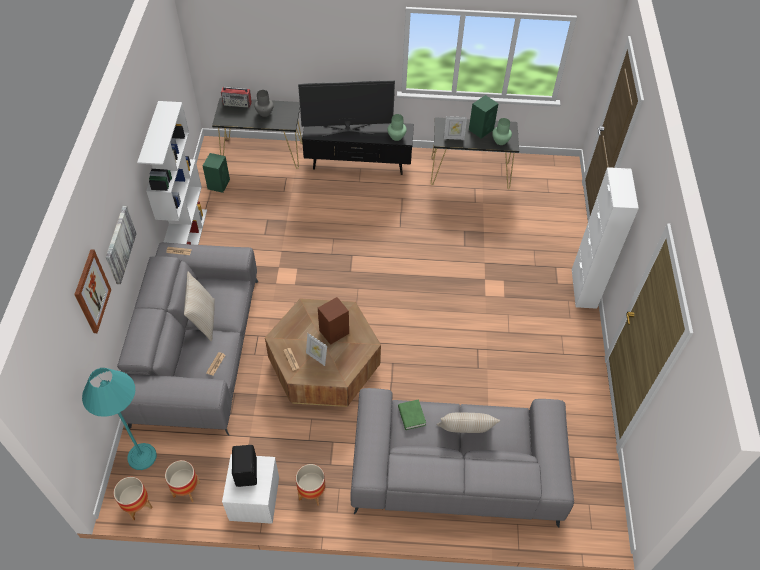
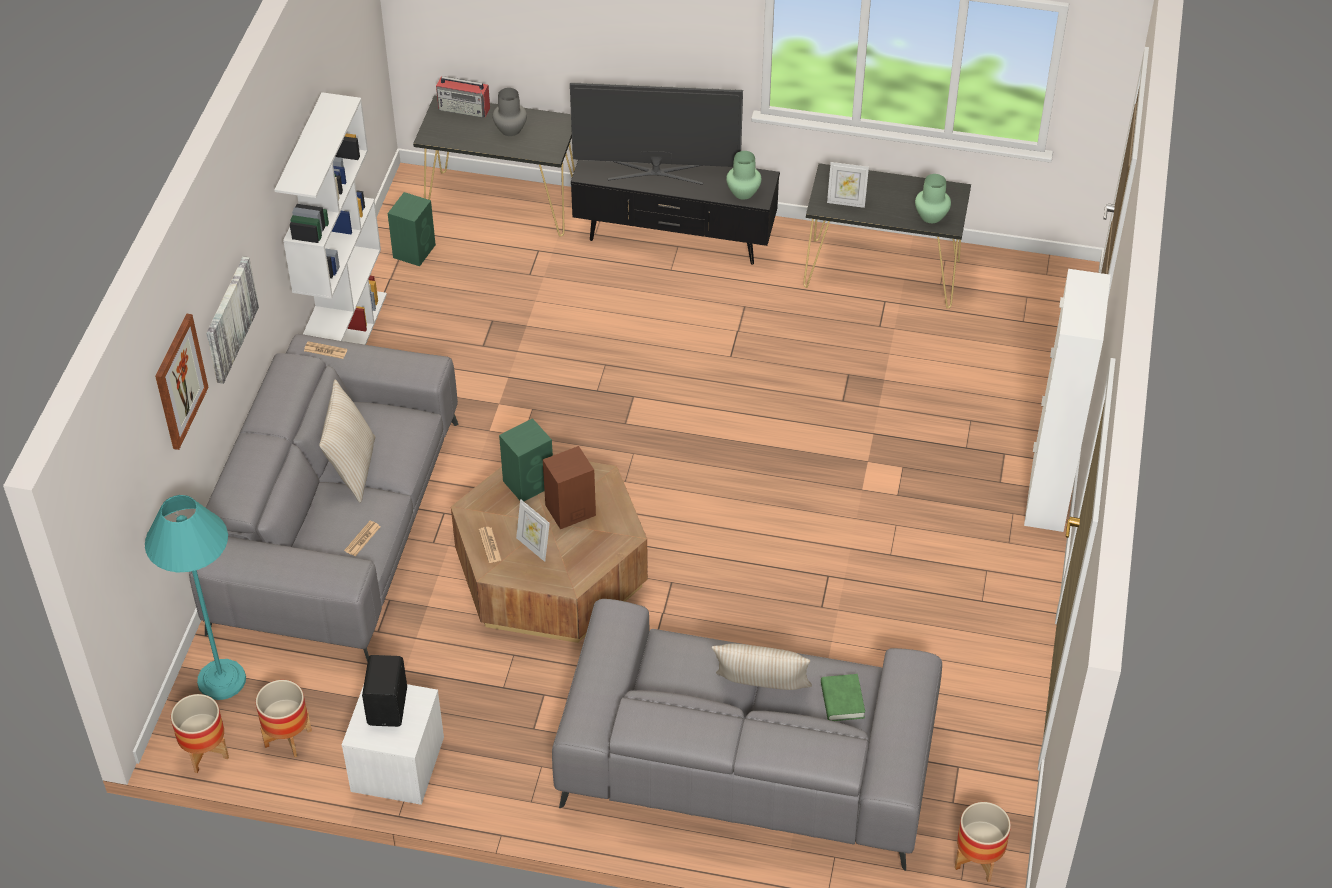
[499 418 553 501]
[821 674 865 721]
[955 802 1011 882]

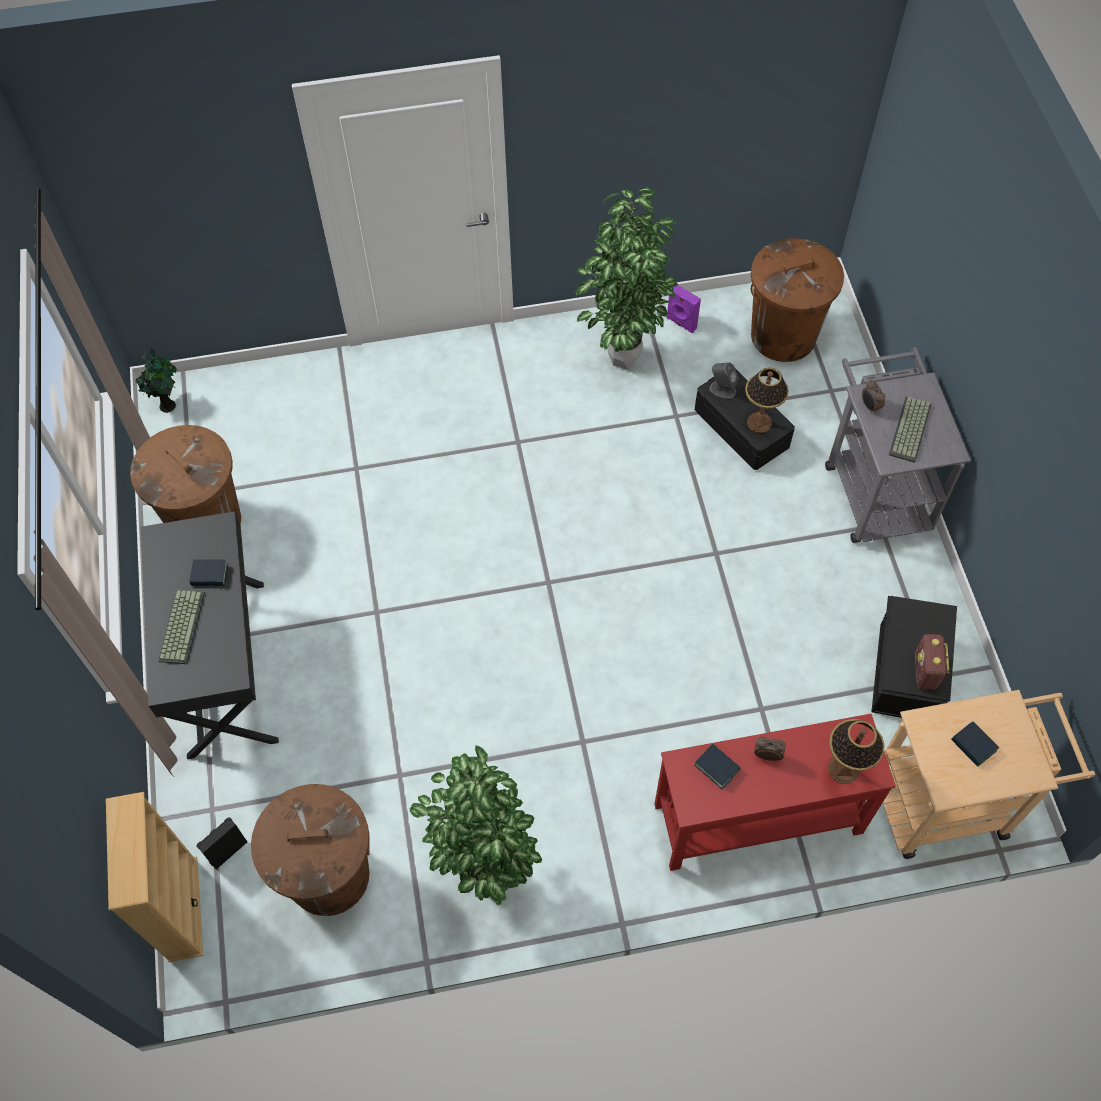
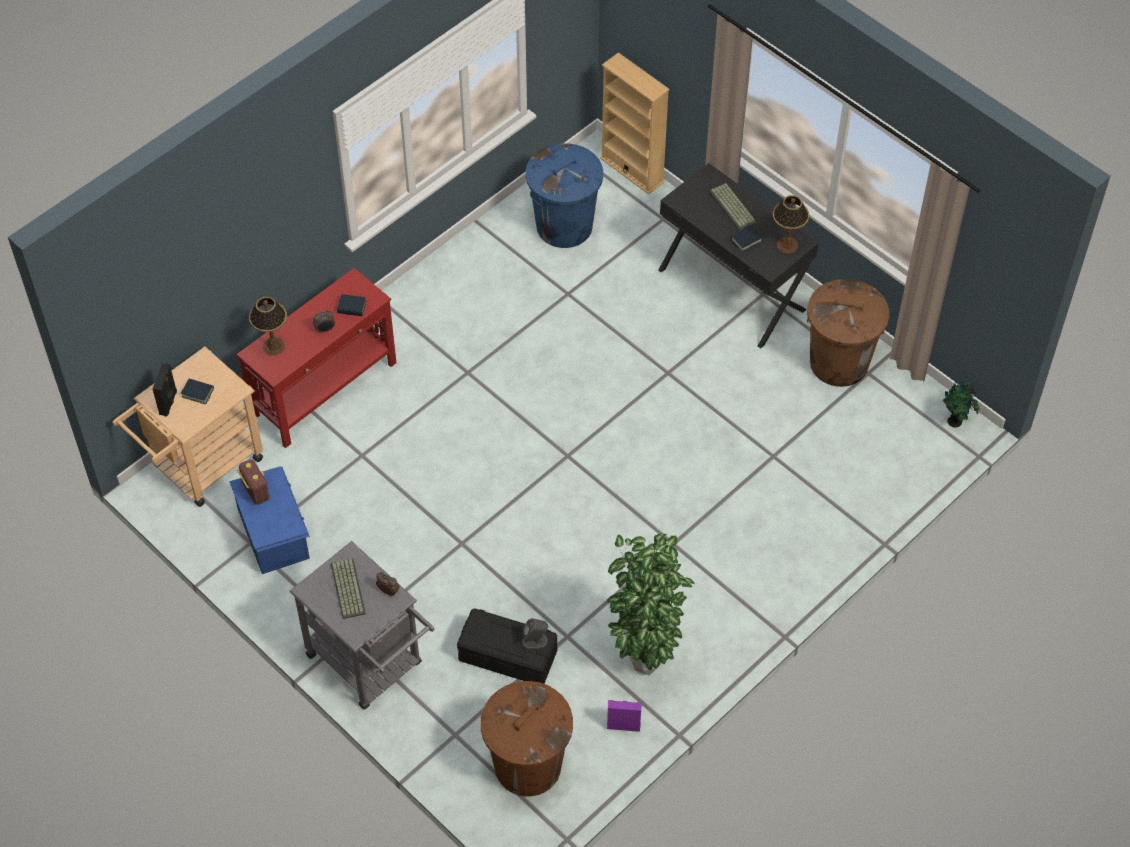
[773 195 809 254]
[230 466 310 574]
[410 745 542 905] (first image)
[526 143 603 248]
[153 363 177 417]

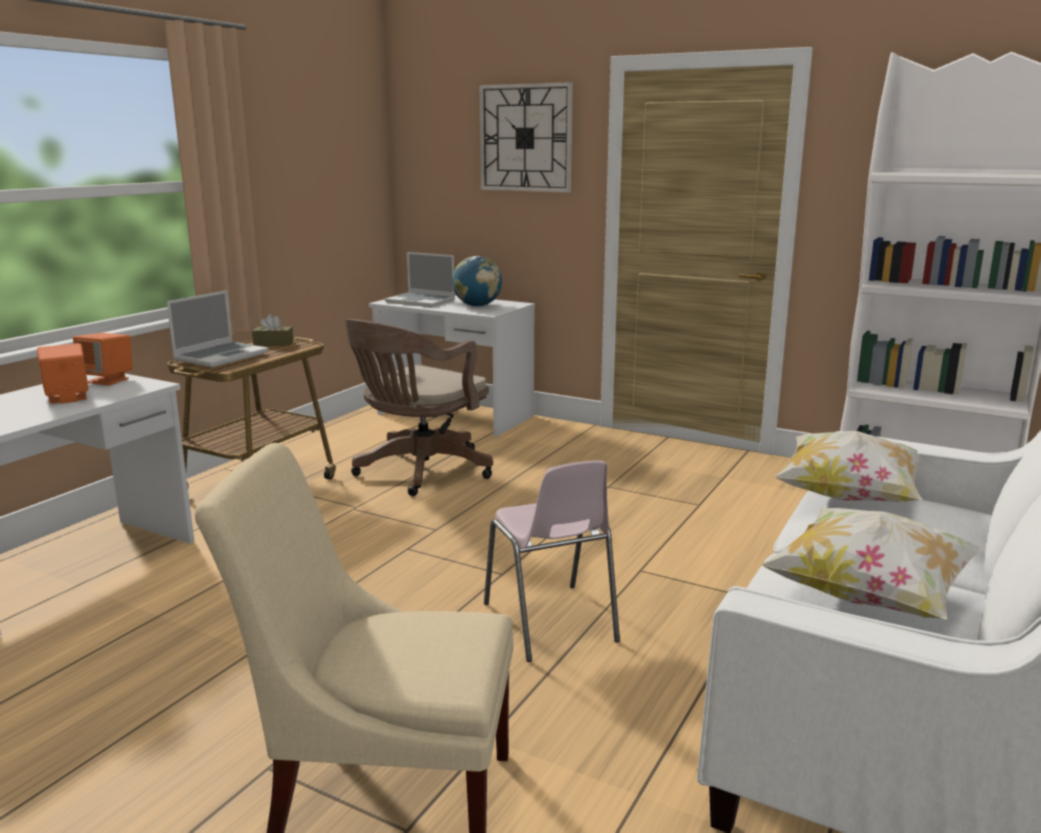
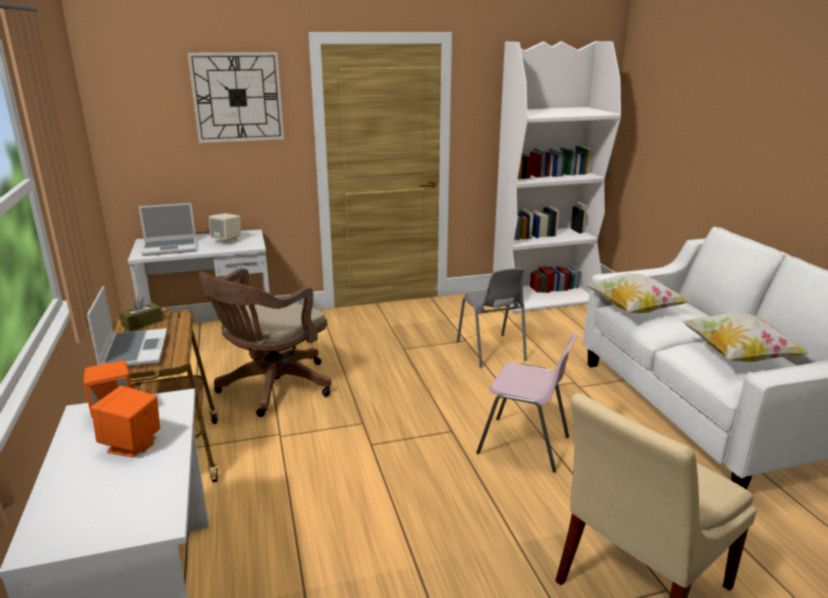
[209 213 241 245]
[199 268 331 417]
[457 268 527 367]

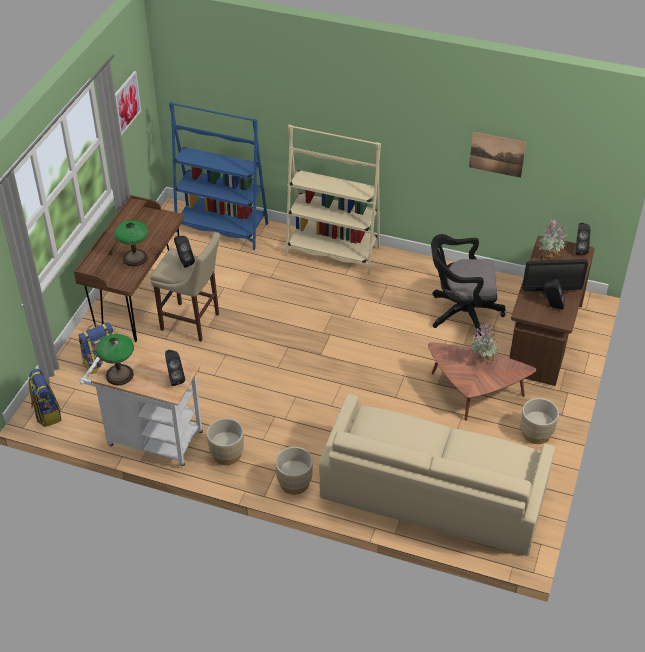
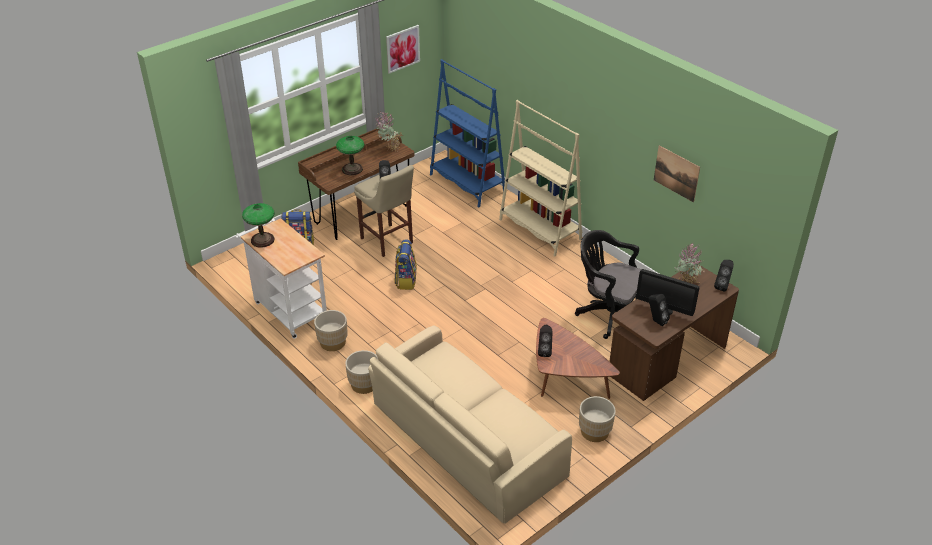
[375 113 403 151]
[538 324 553 357]
[395 239 417 290]

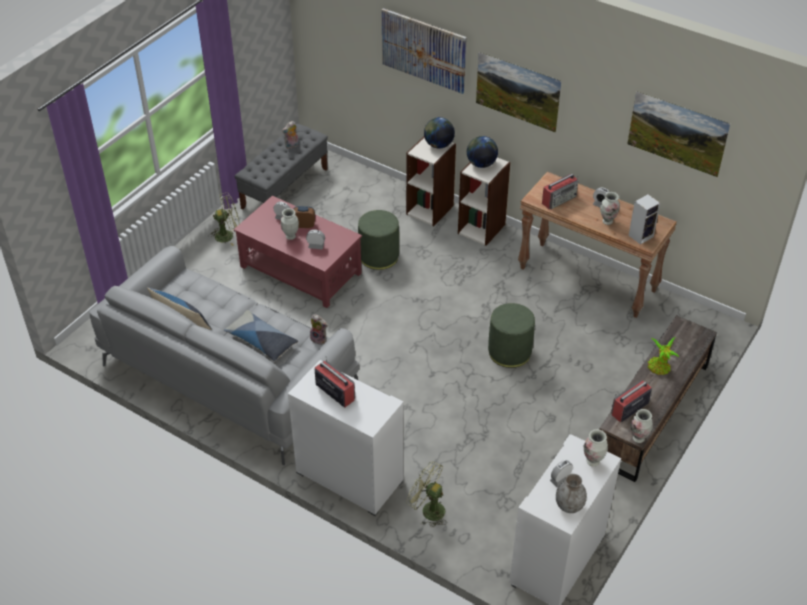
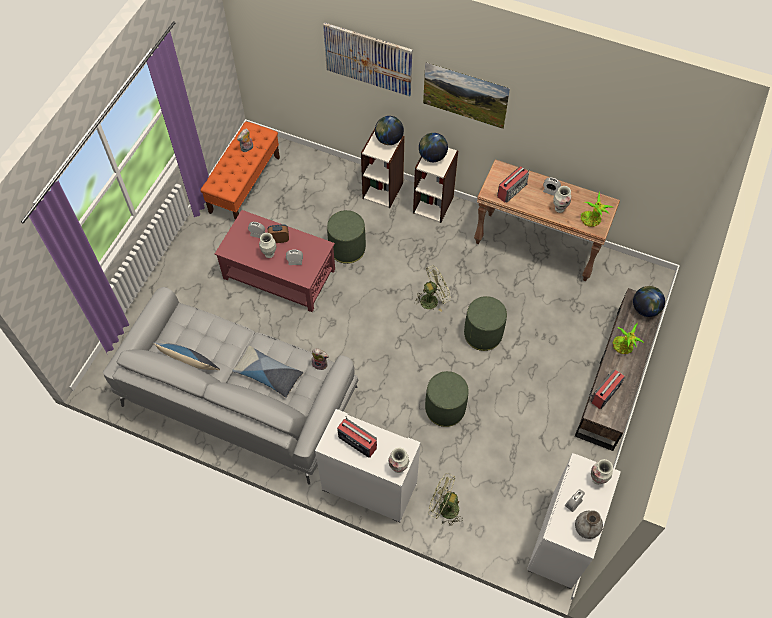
[627 91 730 177] (first image)
[200 121 280 220]
[414 266 451 312]
[581 192 614 227]
[388 447 409 473]
[633 286 665 317]
[425 371 469 427]

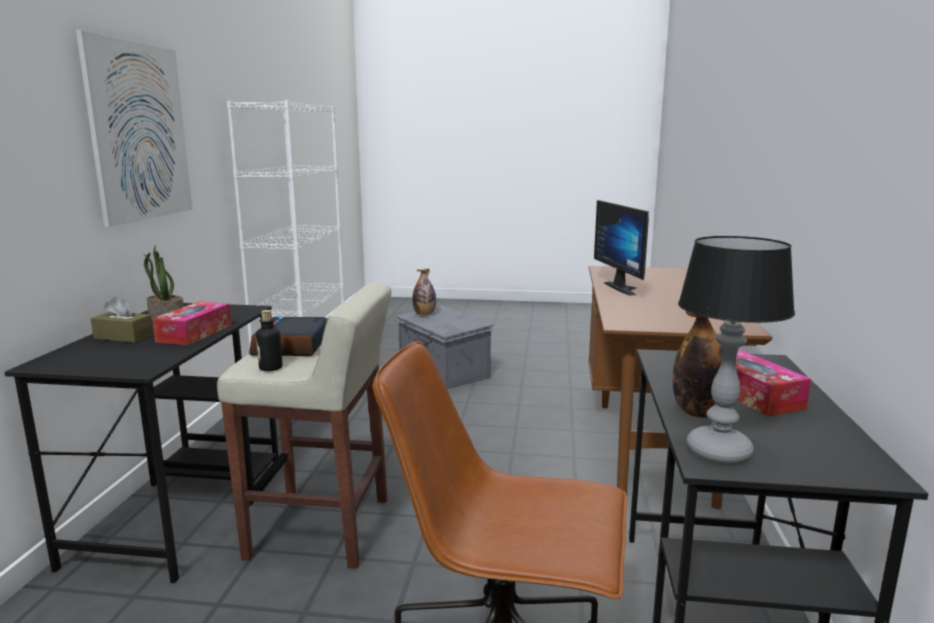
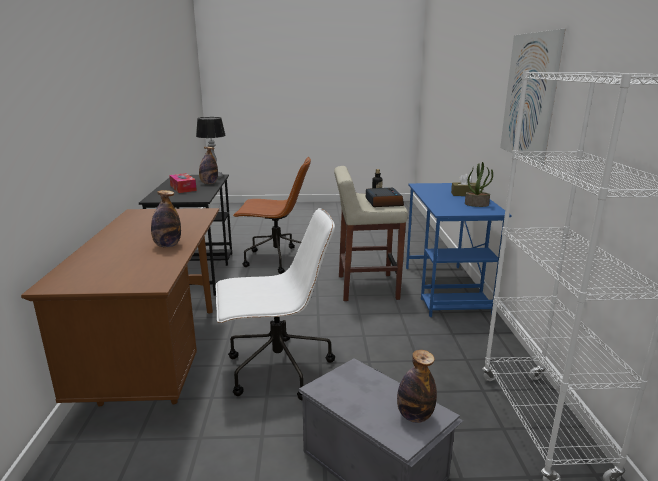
[151 190 181 248]
[152 301 231 345] (first image)
[406 183 512 317]
[216 208 335 400]

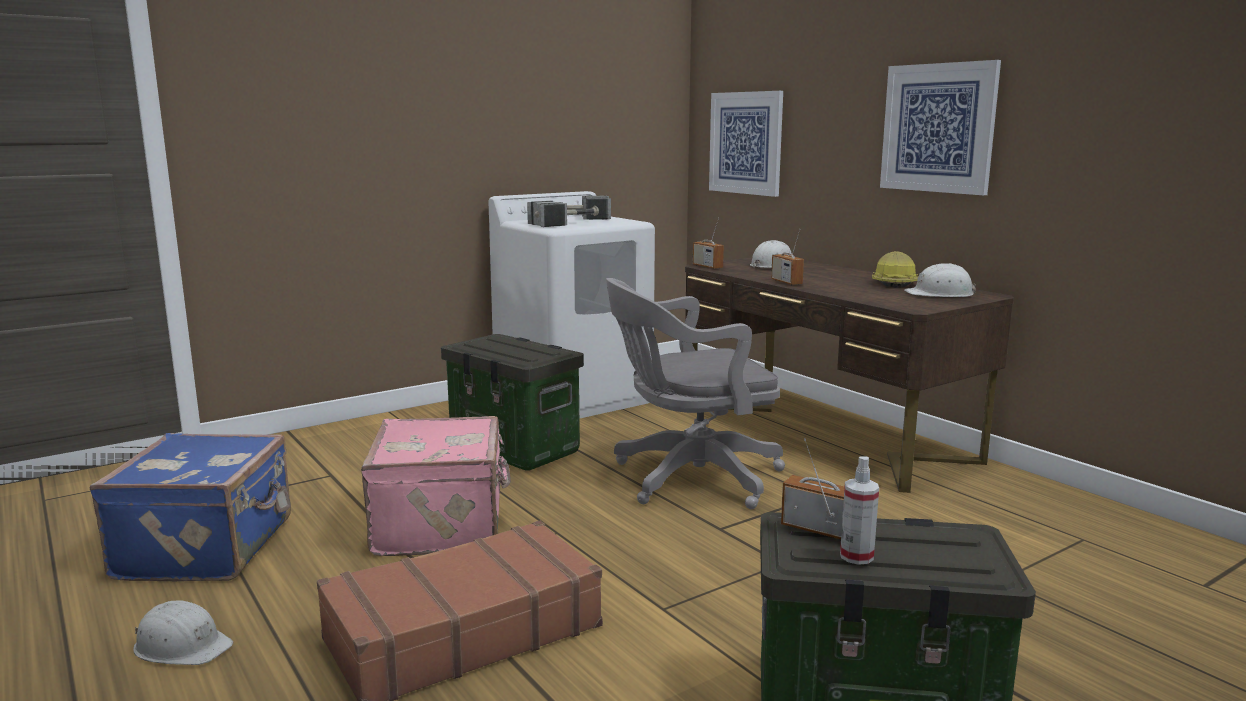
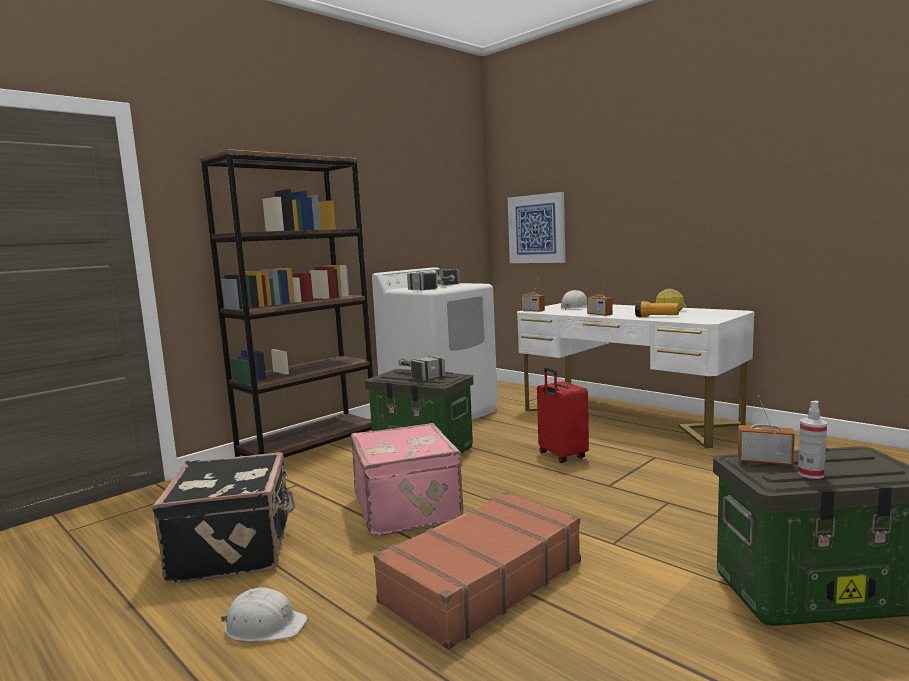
[880 60 1001 195] (first image)
[517 303 755 448]
[905 263 976 297] (first image)
[537 367 589 463]
[152 452 295 583]
[200 149 373 458]
[635 301 679 317]
[398 356 445 381]

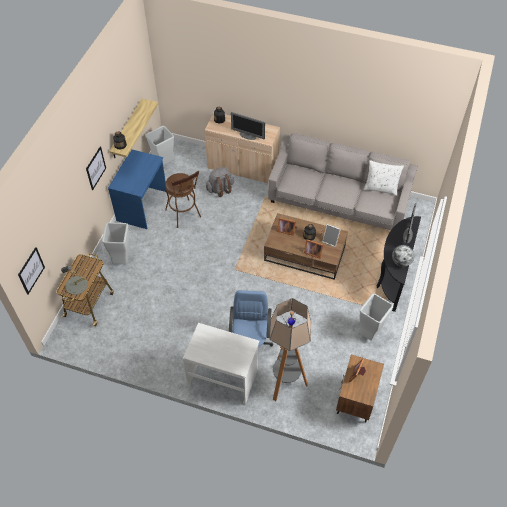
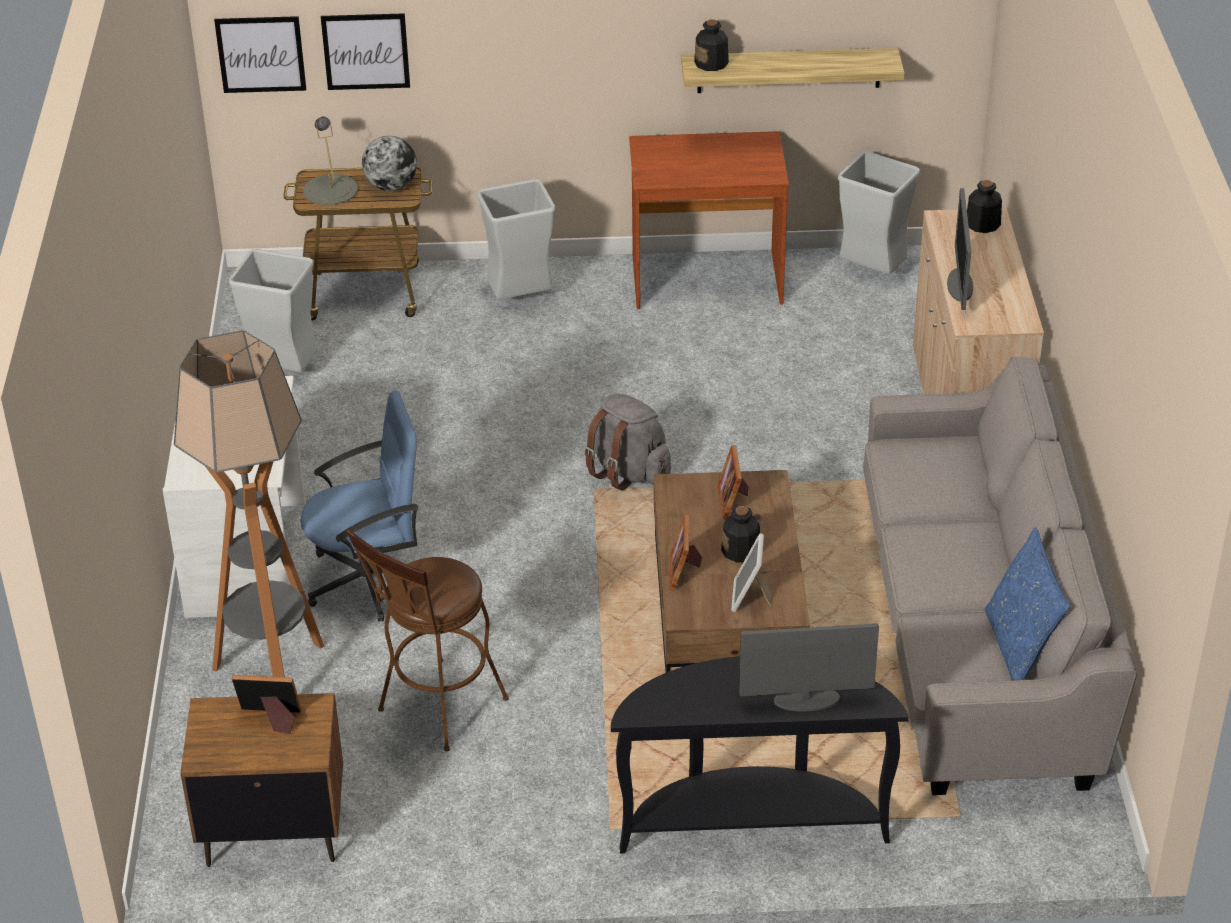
[321 13 410 90]
[629 131 789 309]
[985 527 1070 680]
[584 393 671 490]
[346 529 509 751]
[362 136 417 191]
[229 249 317 372]

